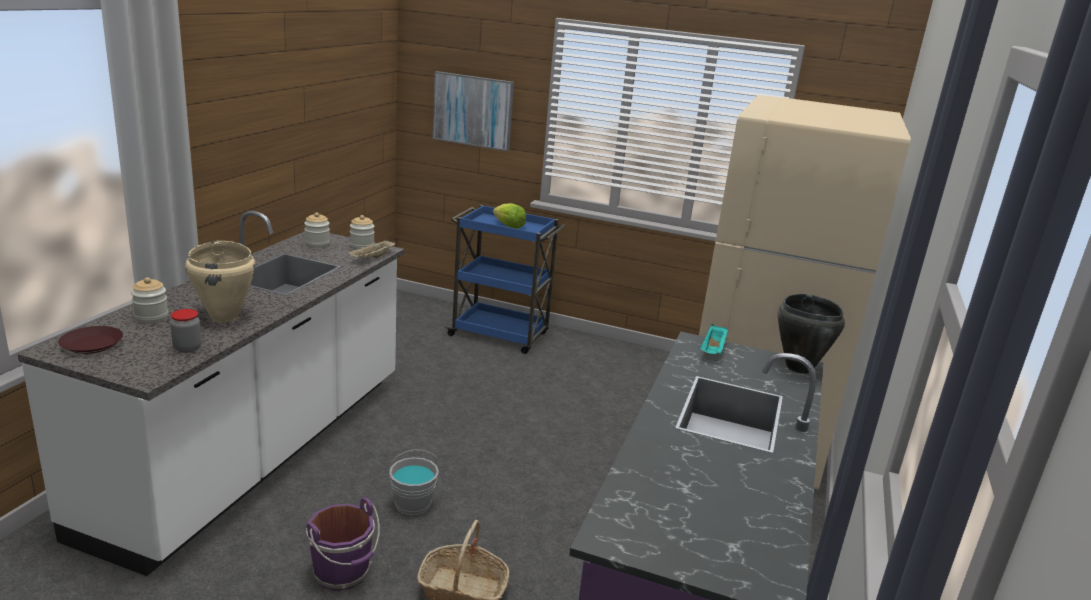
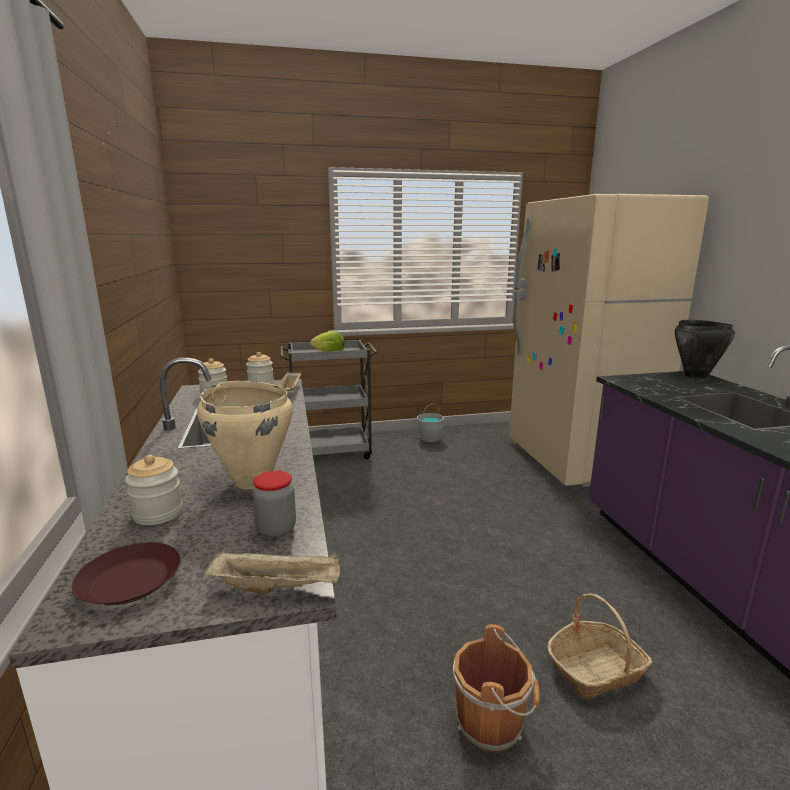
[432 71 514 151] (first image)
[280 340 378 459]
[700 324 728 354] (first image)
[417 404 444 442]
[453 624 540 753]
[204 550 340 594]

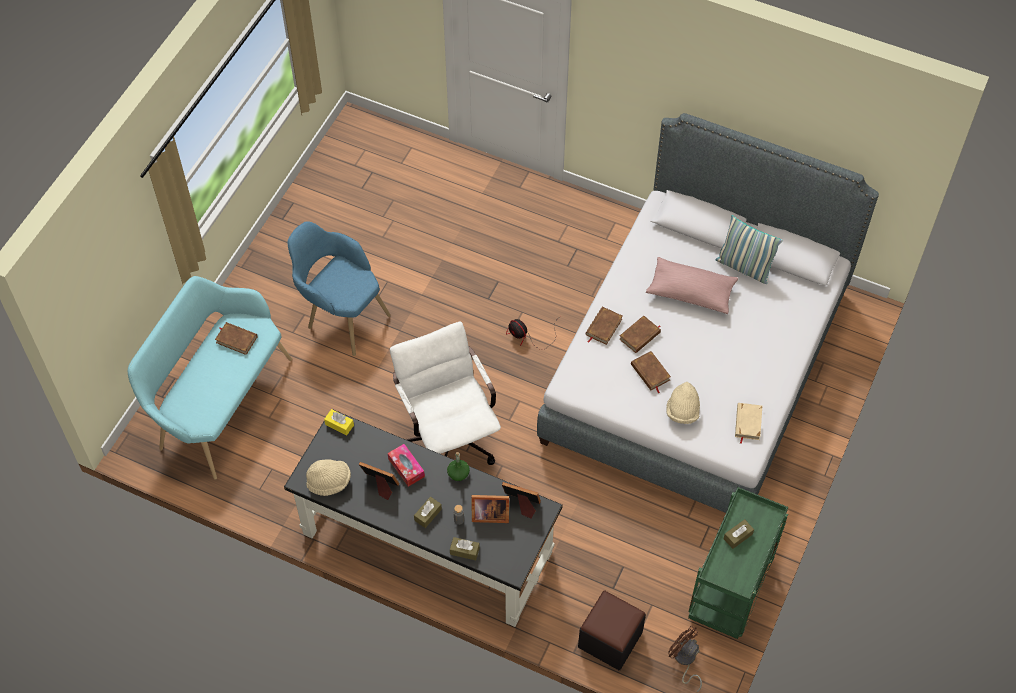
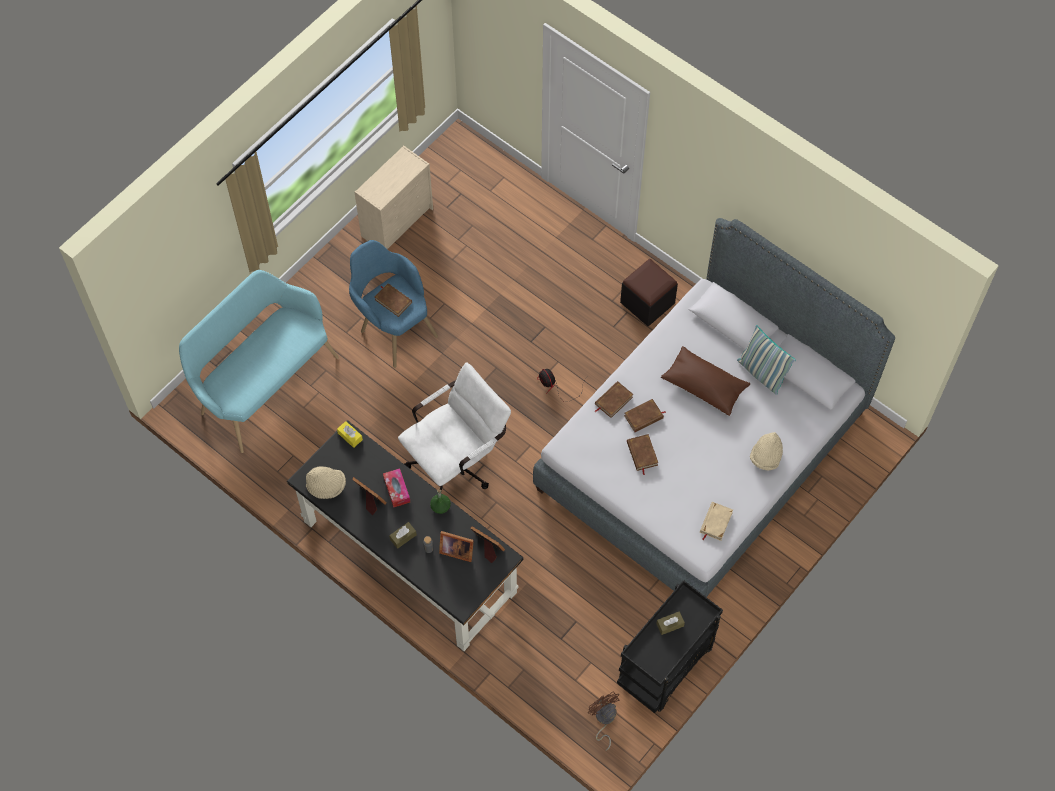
[661 346 750 416]
[375 283 412 317]
[398 363 511 491]
[750 432 783 471]
[617 580 723 713]
[450 537 480 560] (first image)
[620 259 678 326]
[354 145 433 249]

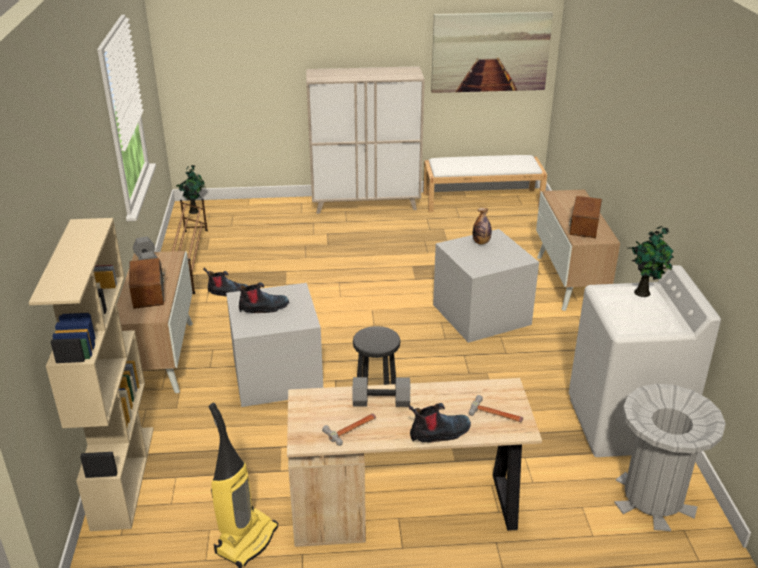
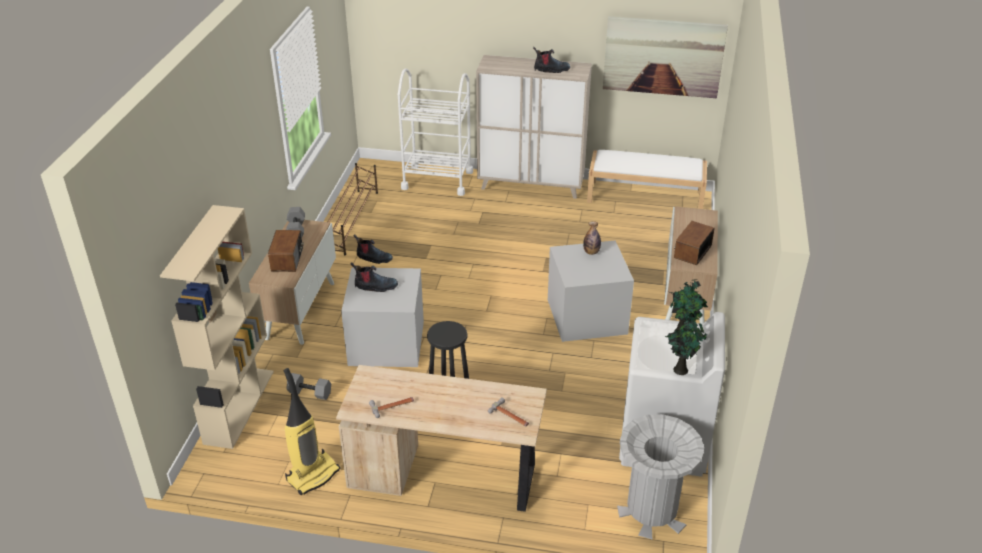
[665 311 707 375]
[286 373 331 400]
[533 47 570 73]
[398 68 473 196]

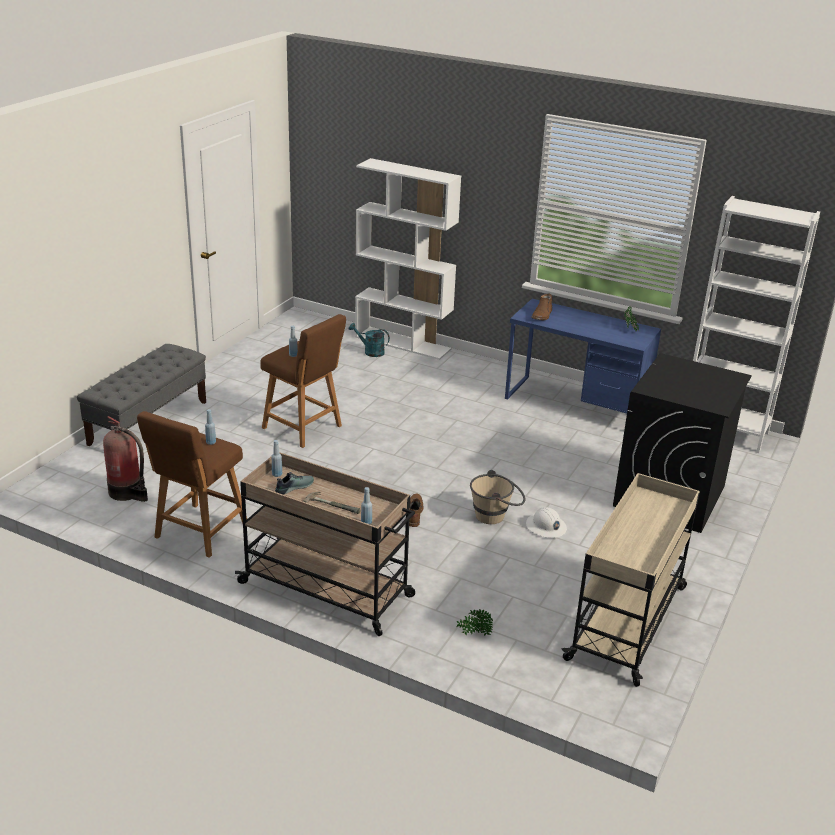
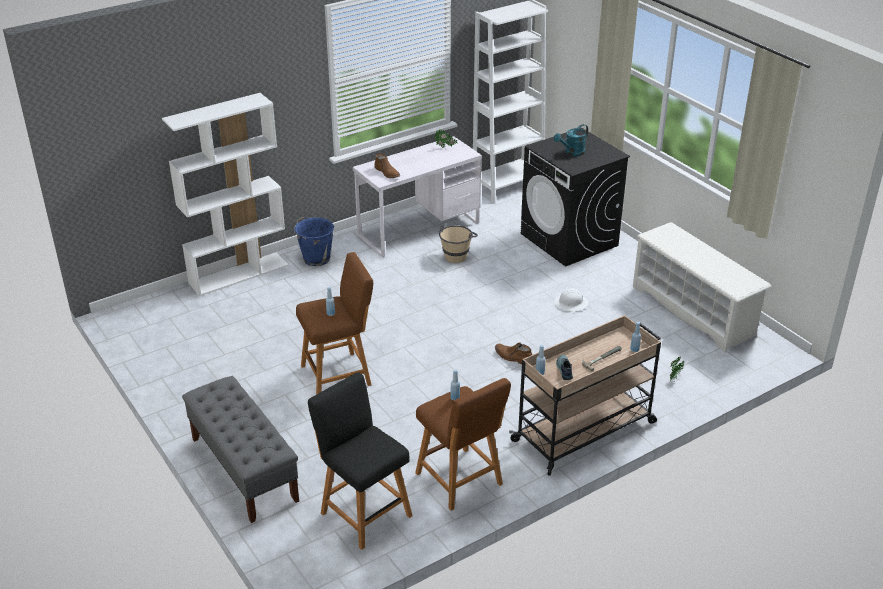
[353 136 482 257]
[554 124 588 156]
[308 372 412 550]
[439 225 478 263]
[633 222 772 352]
[294 217 334 266]

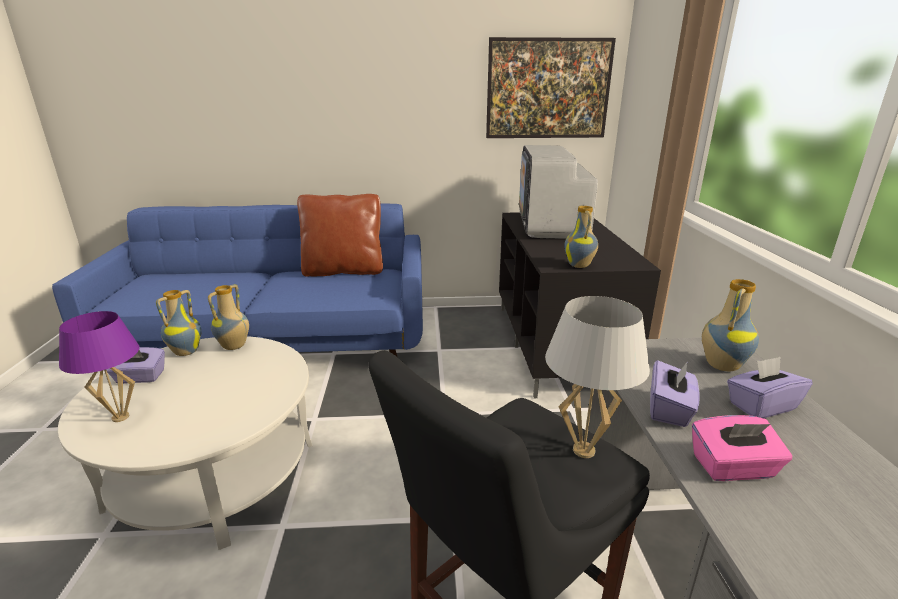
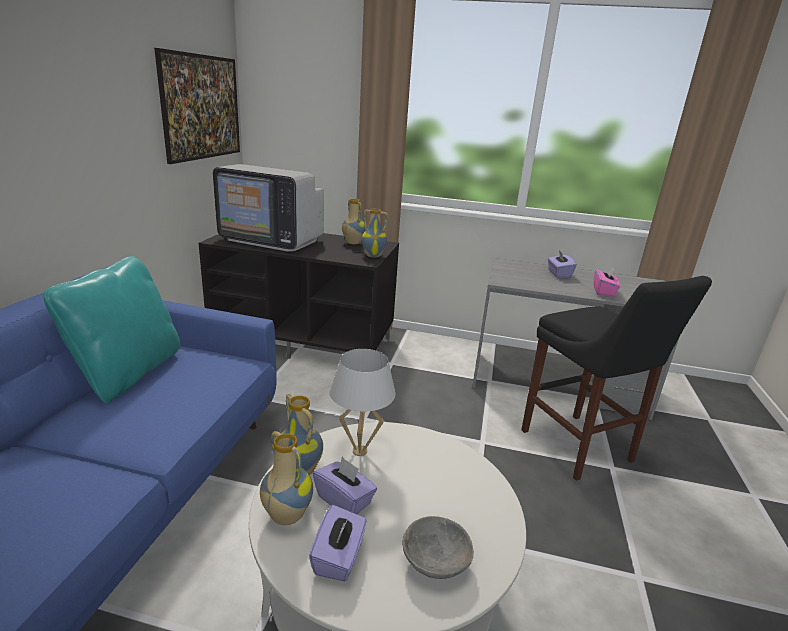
[44 256 180 403]
[342 199 365 245]
[330 349 396 456]
[402 516 474 579]
[313 457 377 514]

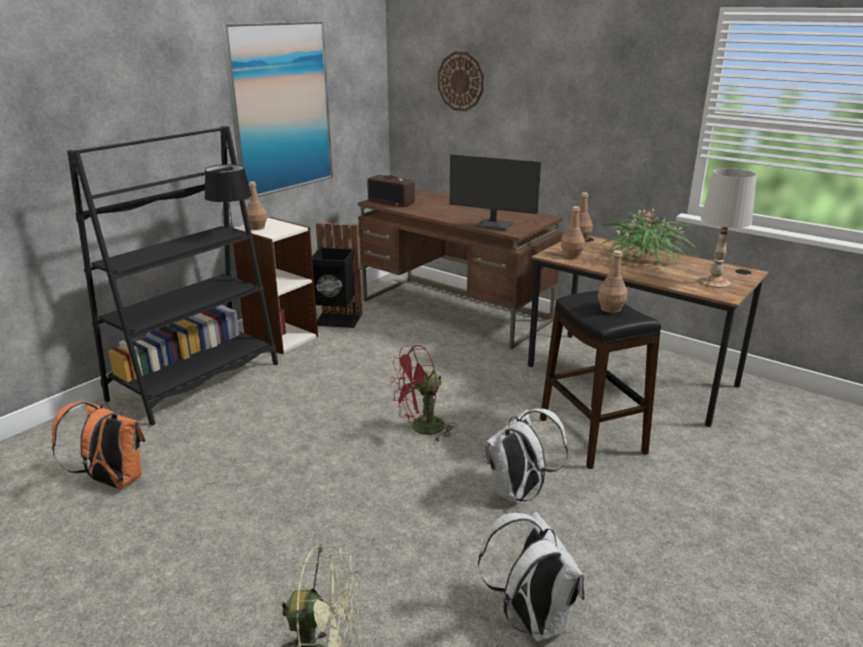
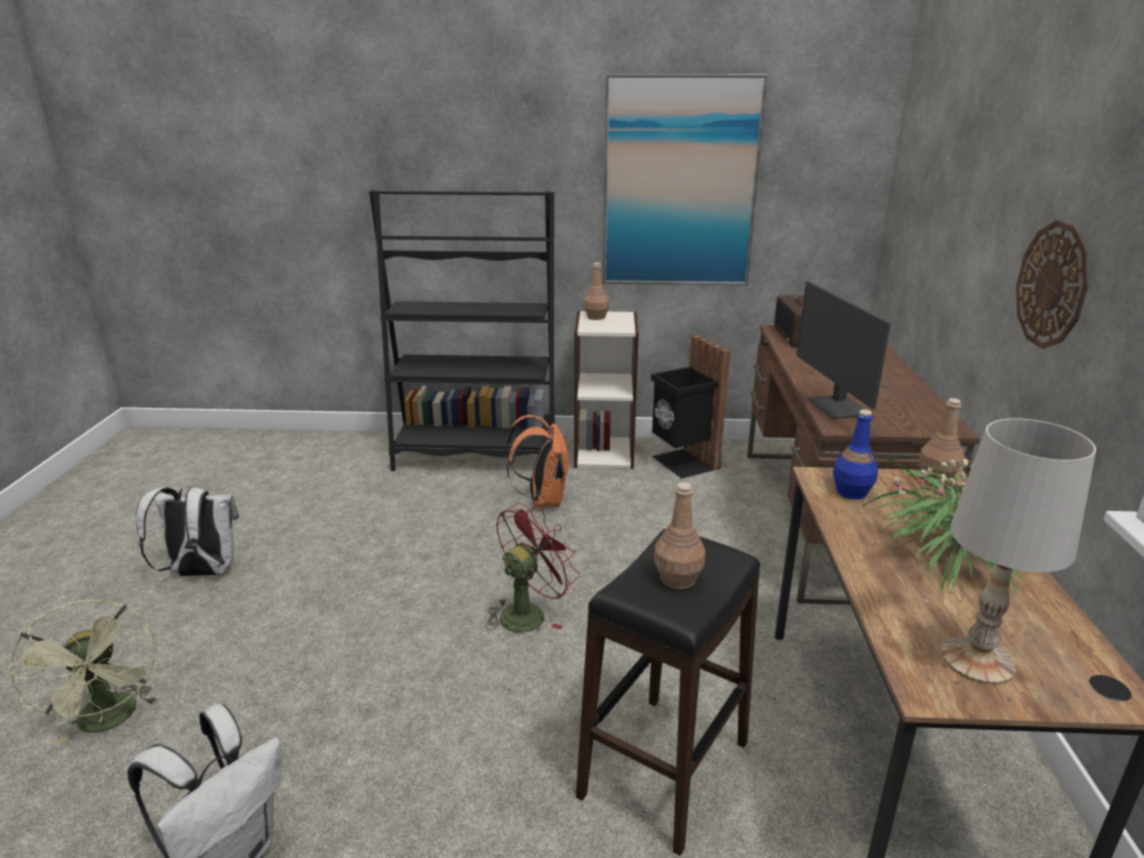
[1016 220 1089 349]
[204 164 252 236] (first image)
[833 409 878 500]
[485 503 580 633]
[505 415 569 507]
[136 486 239 576]

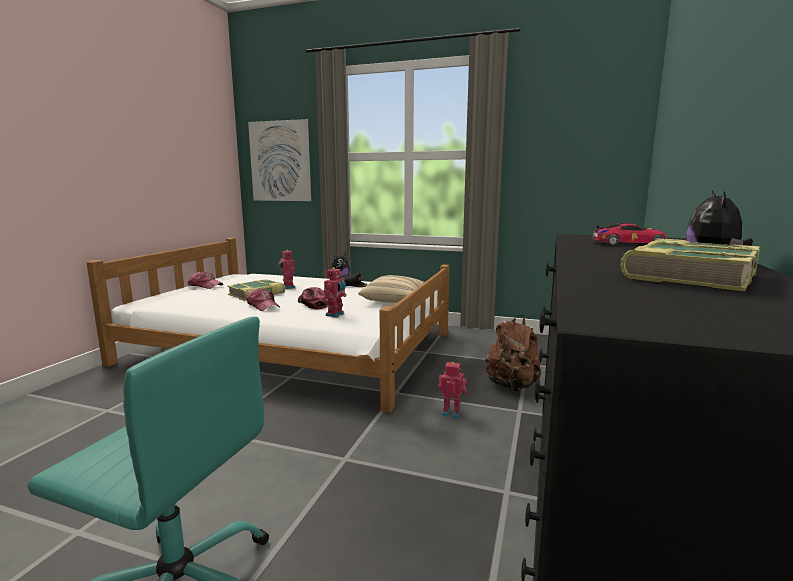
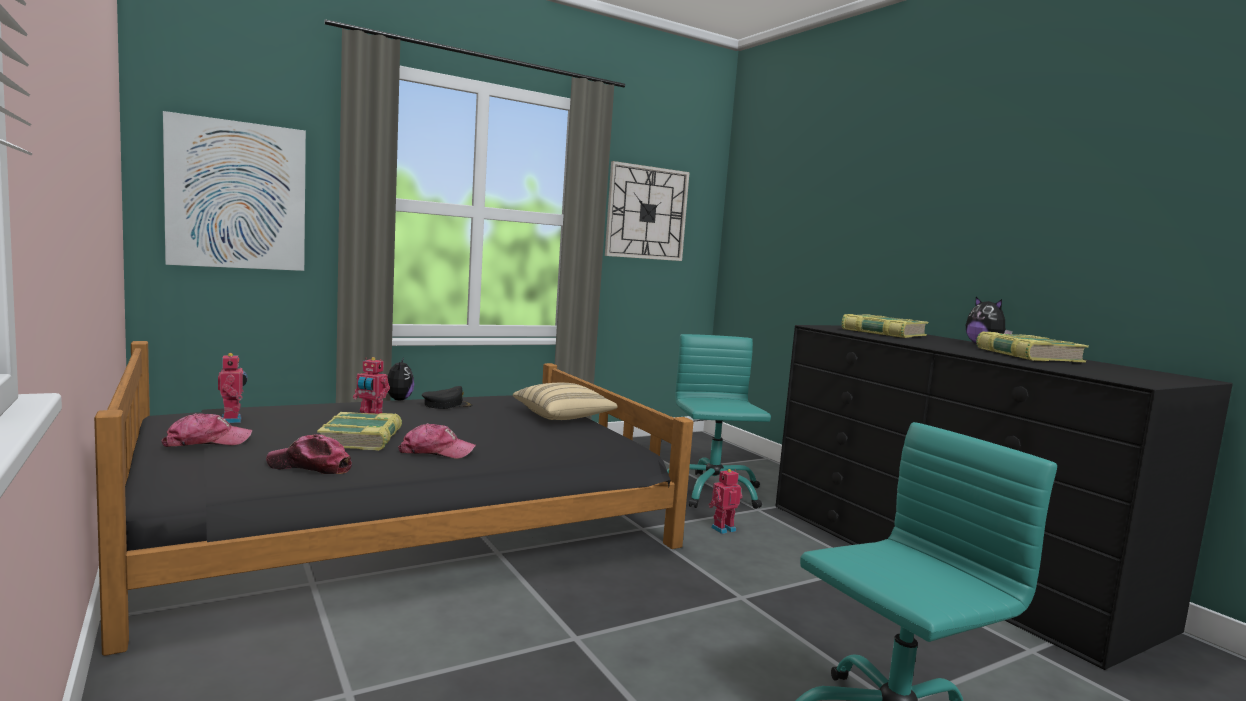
[842 314 928 338]
[94 341 694 656]
[218 353 248 423]
[266 434 352 474]
[667 334 771 509]
[605 161 690 261]

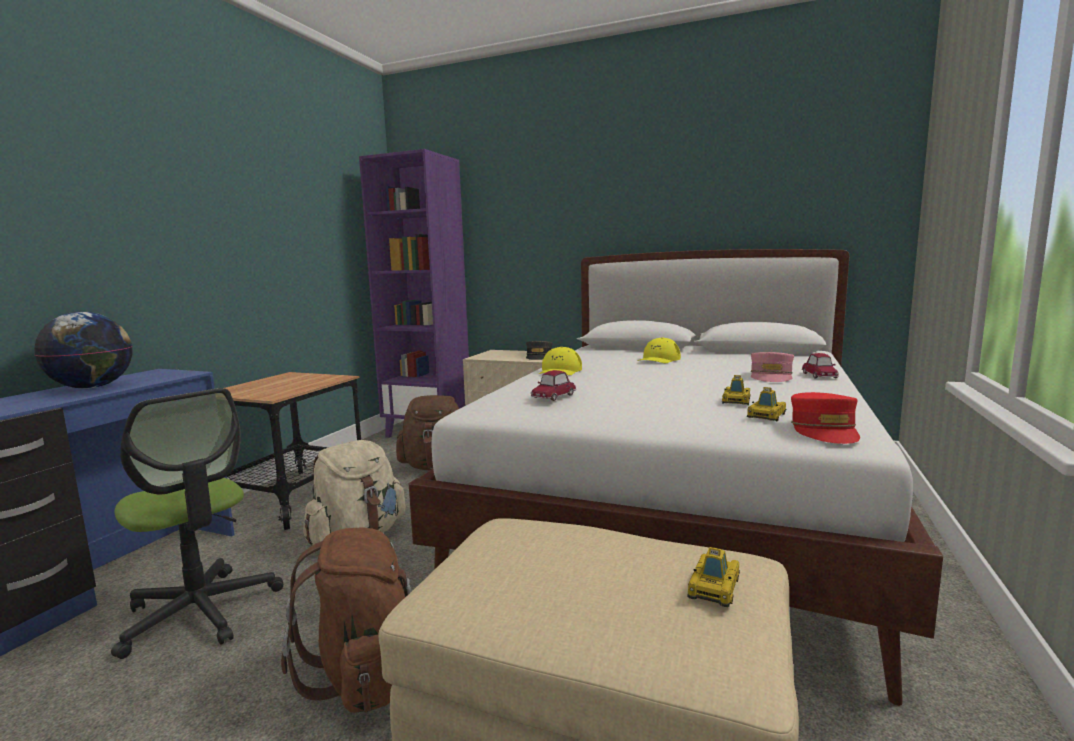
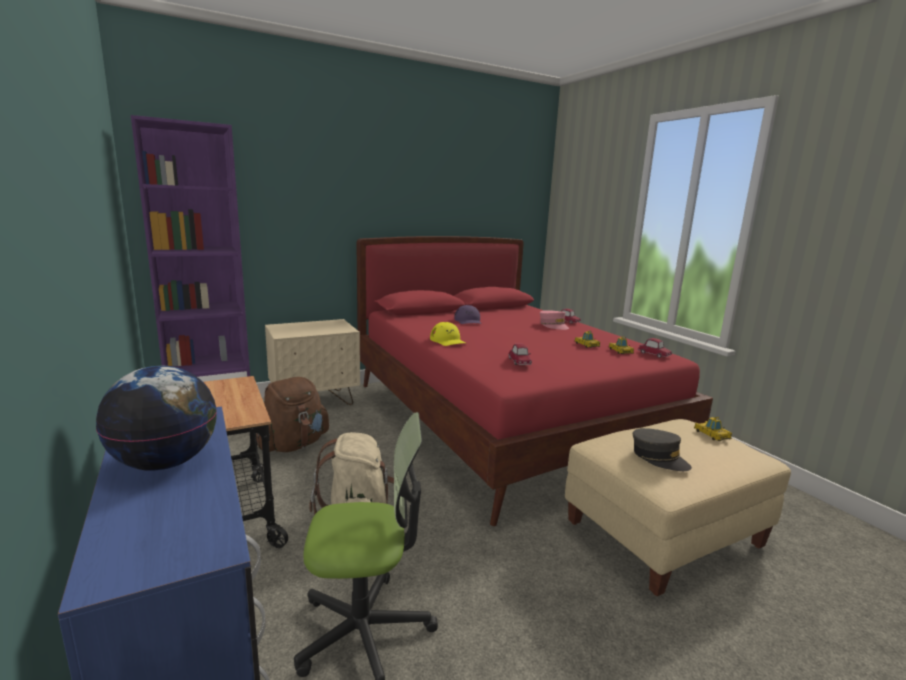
[356 236 713 526]
[454 305 482 324]
[633 428 692 471]
[638 338 672 358]
[281 527 412 713] (first image)

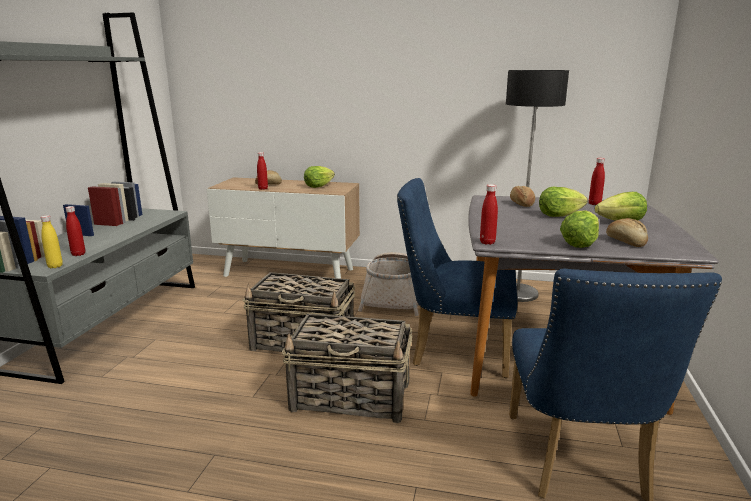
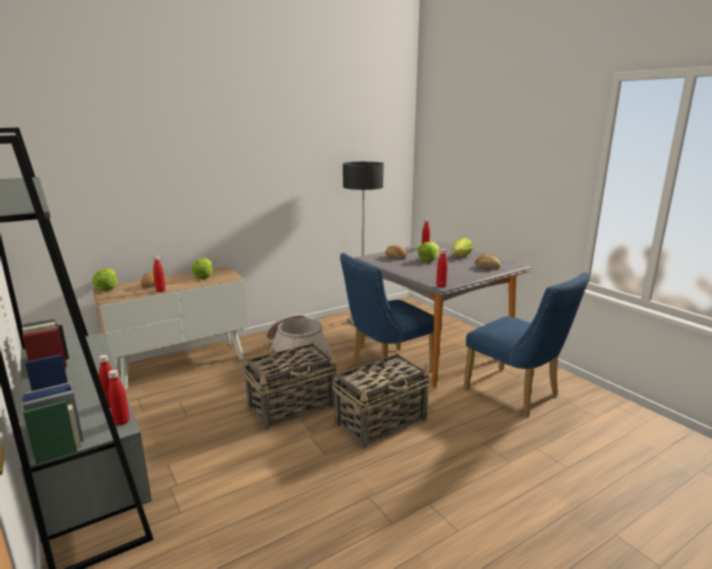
[92 269 117 291]
[108 370 130 425]

